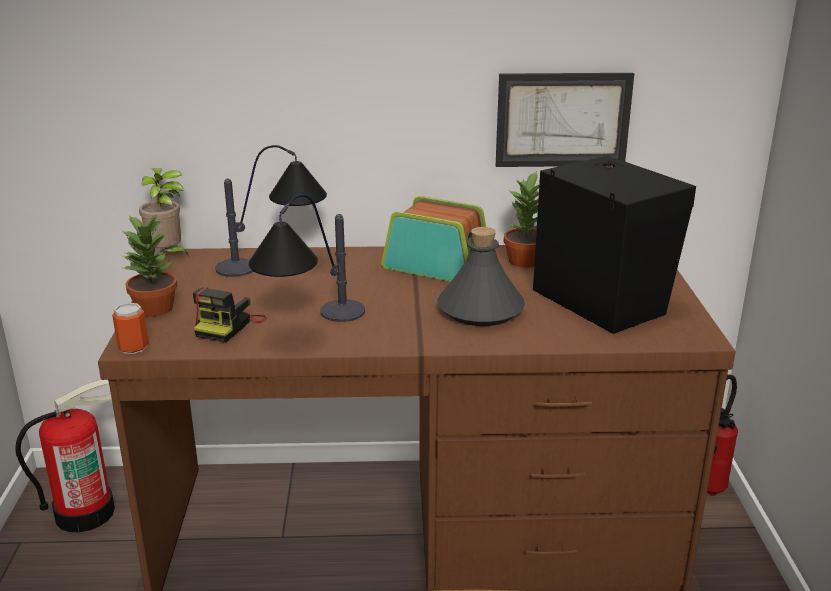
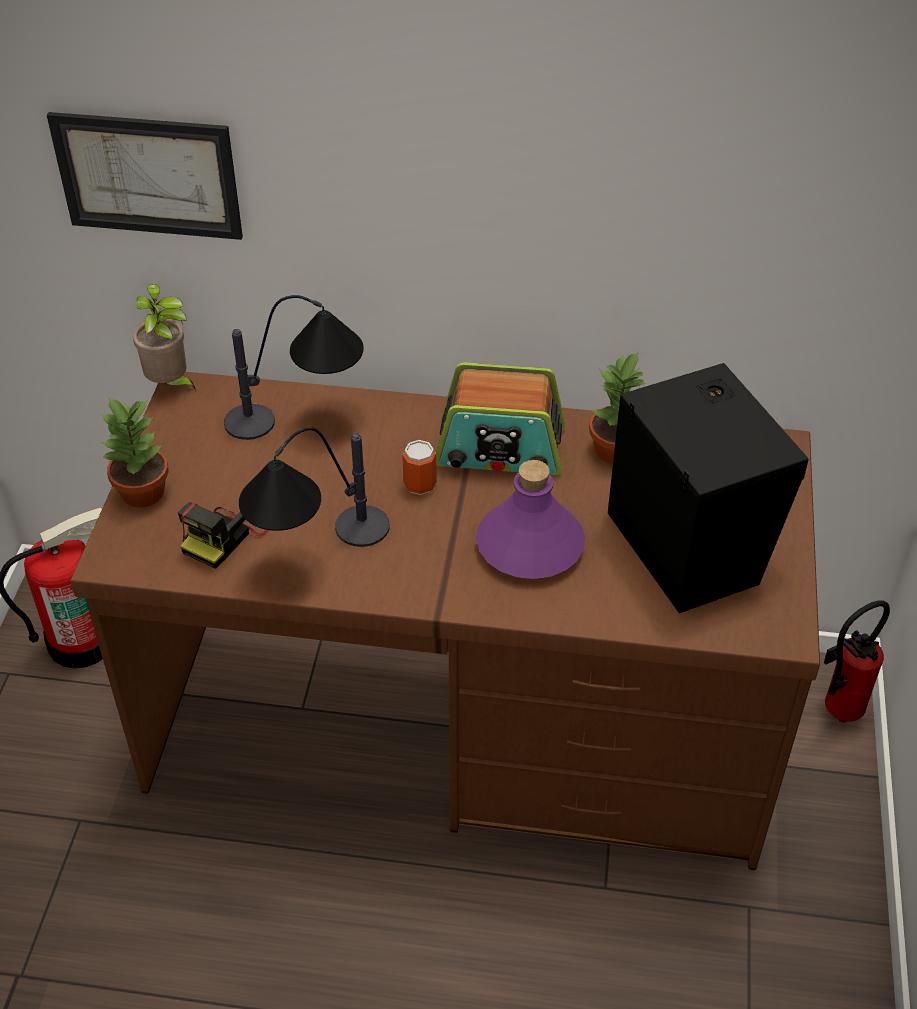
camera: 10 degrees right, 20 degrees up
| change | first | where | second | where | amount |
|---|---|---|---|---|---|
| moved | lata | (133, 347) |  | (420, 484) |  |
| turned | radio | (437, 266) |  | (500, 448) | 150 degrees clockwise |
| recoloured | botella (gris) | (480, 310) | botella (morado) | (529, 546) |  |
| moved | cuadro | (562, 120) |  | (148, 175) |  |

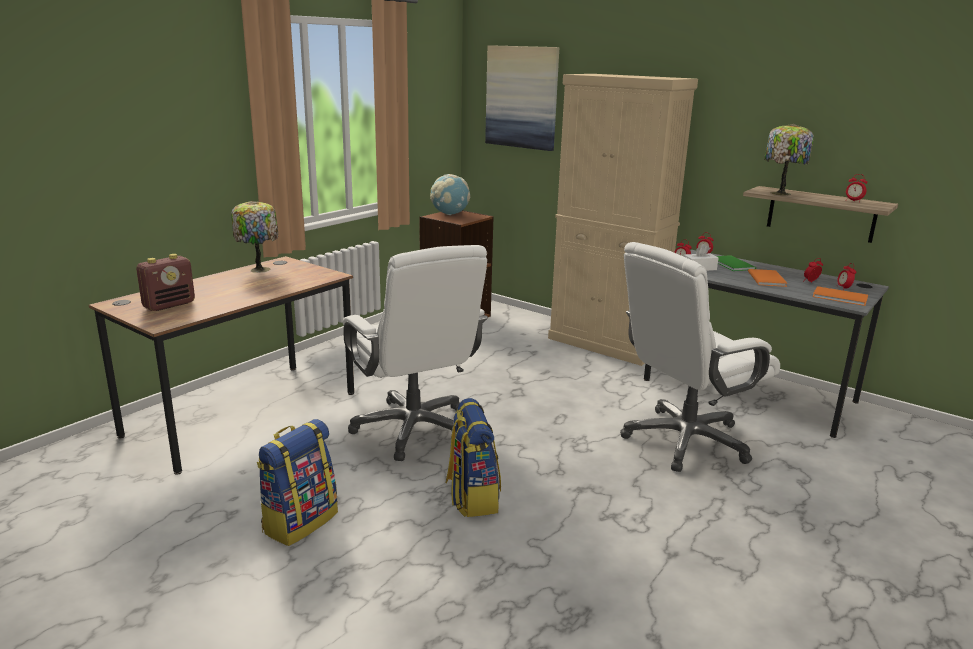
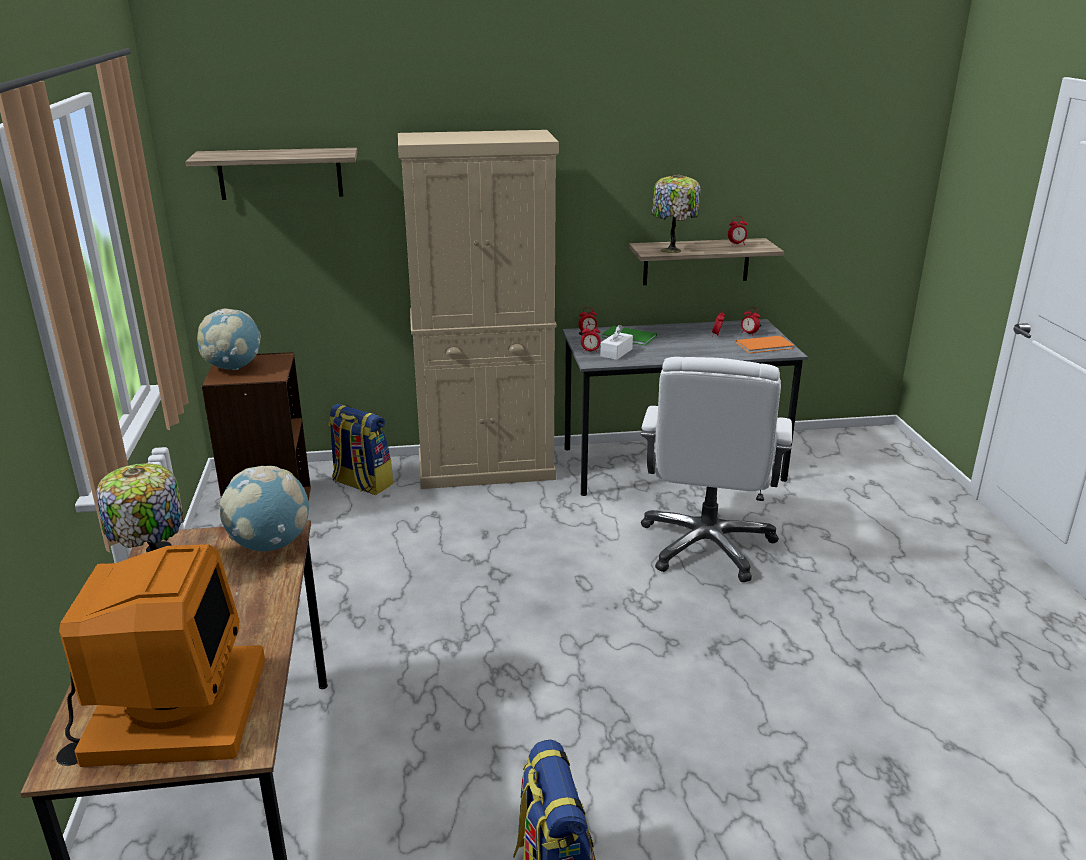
camera: 45 degrees left, 5 degrees up
| change | first | where | second | where | amount |
|---|---|---|---|---|---|
| replaced | radio | (169, 305) | monitor | (174, 708) |  |
| removed | silla de oficina (blanco) | (414, 429) |  |  |  |
| moved | mochila | (472, 497) |  | (361, 484) |  |
| replaced | cuadro | (522, 97) | estante | (280, 173) |  |
| removed | libro (naranja) | (767, 278) |  |  |  |
| added |  |  | globo terráqueo | (270, 544) |  |

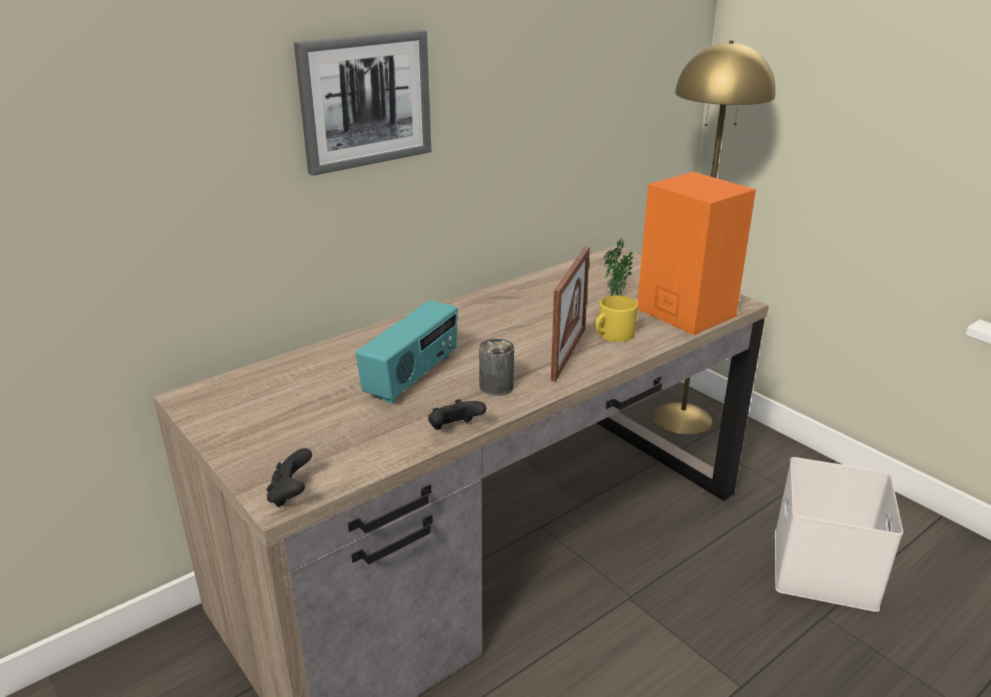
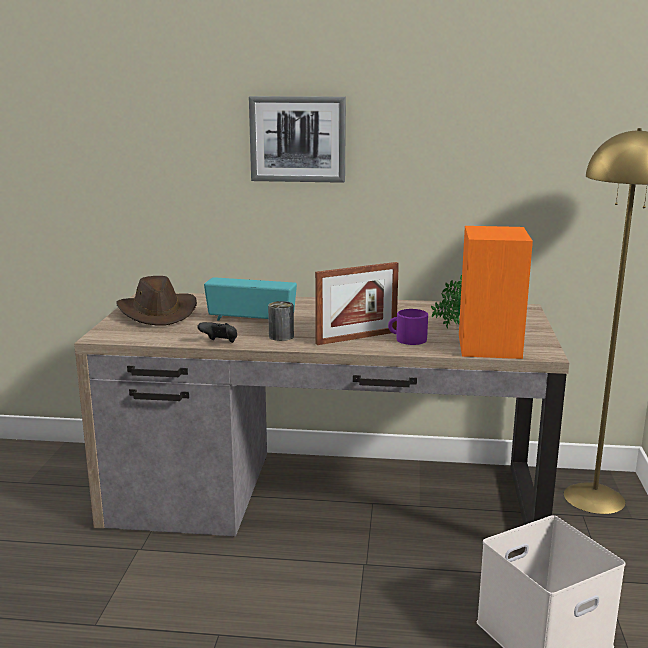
camera: 45 degrees right, 10 degrees down
| change | first | where | second | where | amount |
|---|---|---|---|---|---|
| removed | mando de consola (negro) | (291, 494) |  |  |  |
| turned | radio | (413, 377) |  | (251, 320) | 150 degrees counterclockwise |
| recoloured | taza grande (amarillo) | (612, 334) | taza grande (morado) | (407, 339) |  |
| added |  |  | sombrero (marrón) | (158, 313) |  |

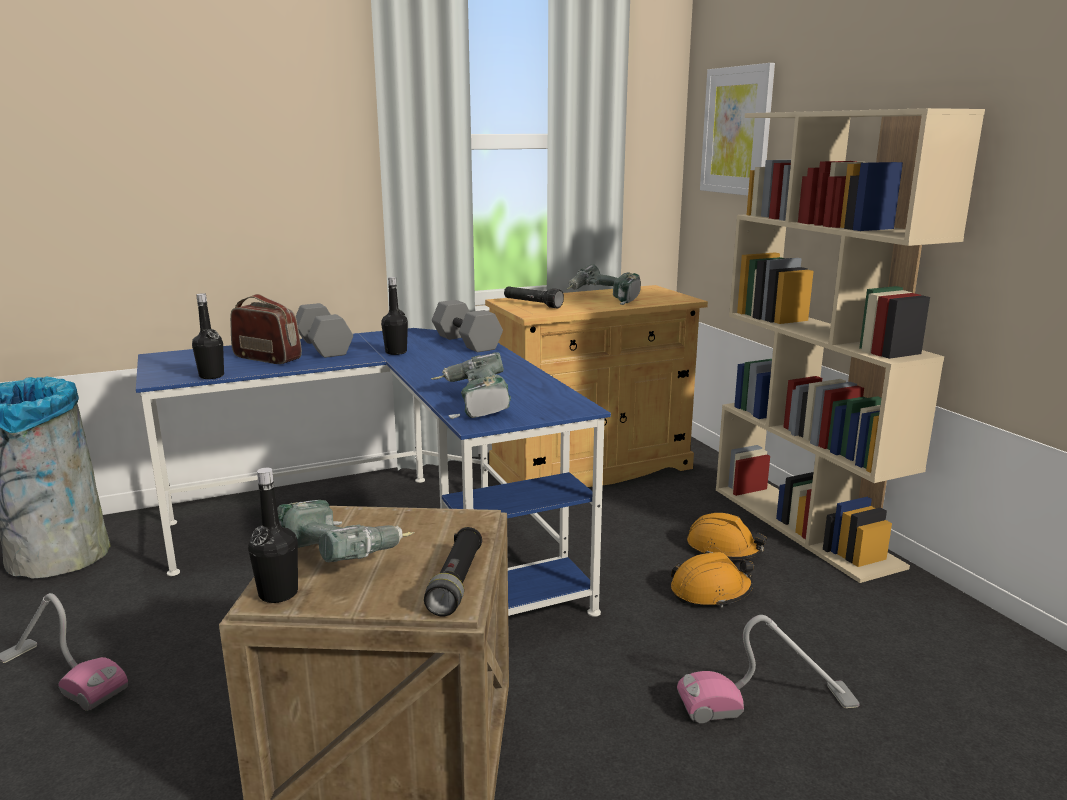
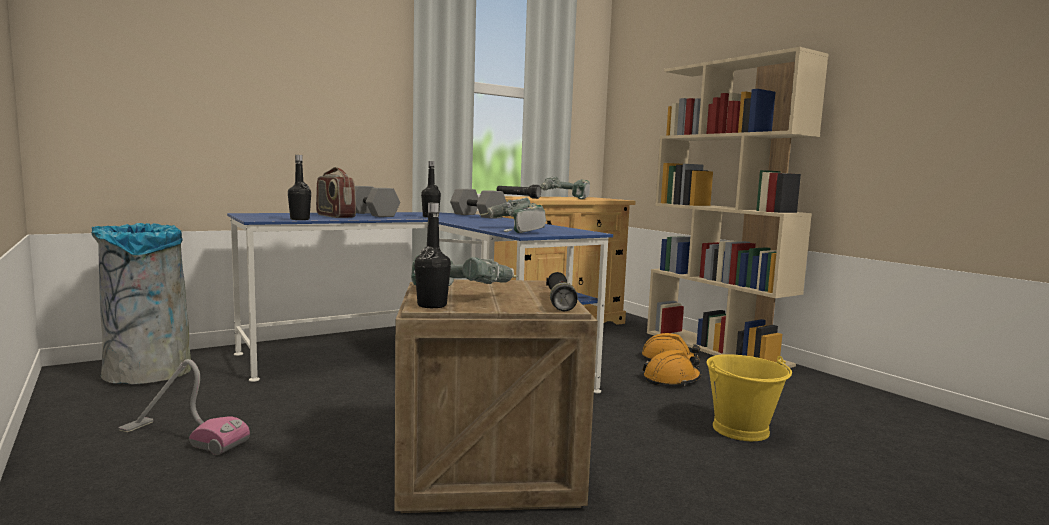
camera: 10 degrees left, 10 degrees down
| change | first | where | second | where | amount |
|---|---|---|---|---|---|
| turned | radio | (267, 358) |  | (335, 216) | 150 degrees counterclockwise |
| replaced | aspiradora | (767, 703) | cubo (amarillo) | (741, 429) |  |
| removed | cuadro | (737, 131) |  |  |  |

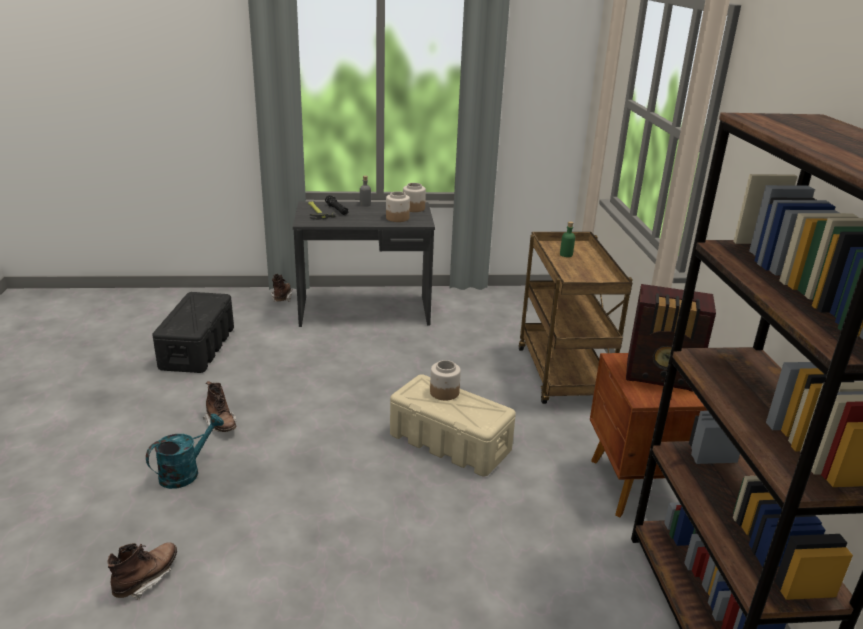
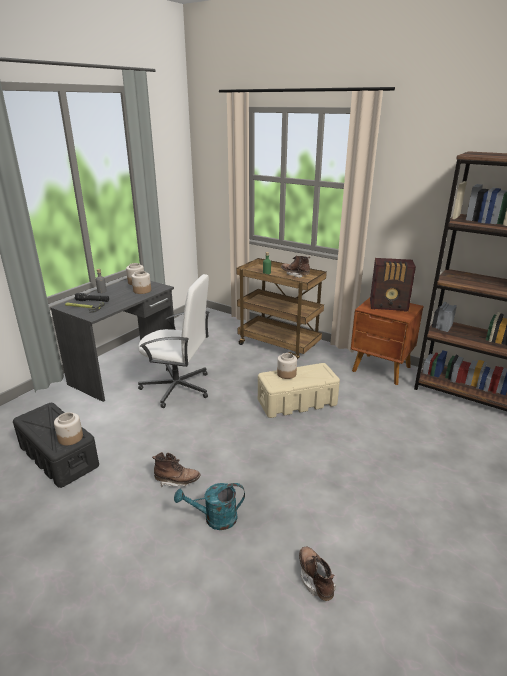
camera: 50 degrees left, 0 degrees up
| change | first | where | second | where | amount |
|---|---|---|---|---|---|
| turned | regadera (turquesa) | (185, 472) |  | (214, 519) | 90 degrees counterclockwise |
| moved | bota (marrón) | (282, 297) |  | (295, 274) |  |
| turned | radio | (662, 376) |  | (389, 306) | 45 degrees clockwise |
| added |  |  | tarro | (71, 437) |  |
| added |  |  | silla de oficina (blanco) | (178, 388) |  |

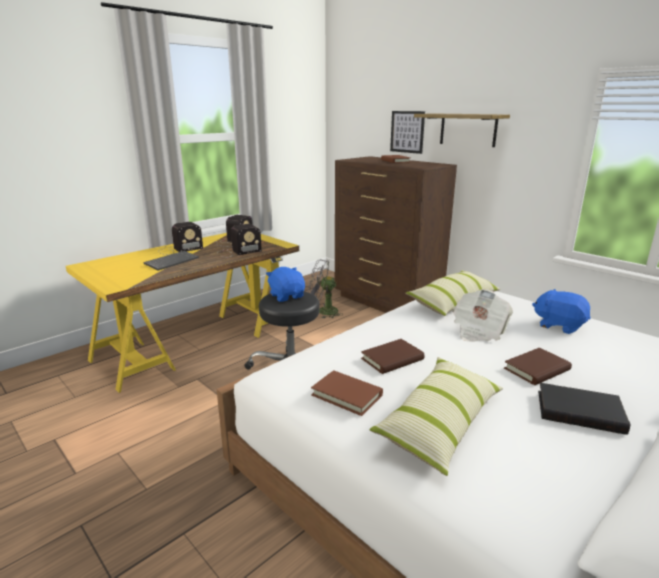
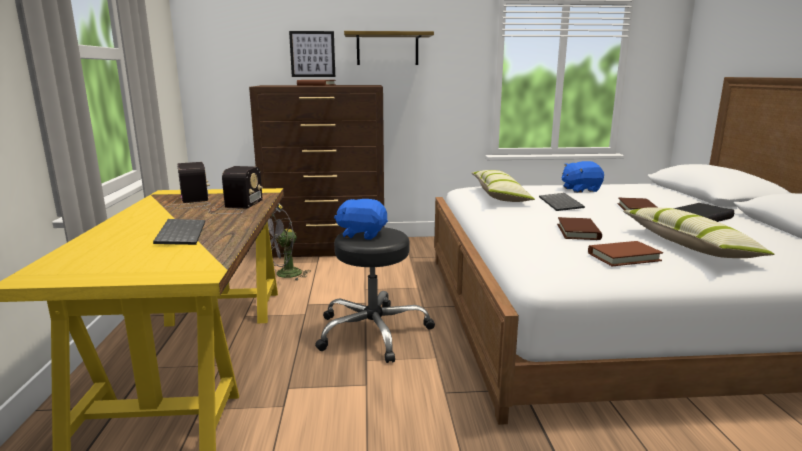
camera: 50 degrees left, 5 degrees down
| change | first | where | second | where | amount |
|---|---|---|---|---|---|
| removed | radio | (178, 249) |  |  |  |
| replaced | periódico | (478, 330) | teclado | (561, 203) |  |

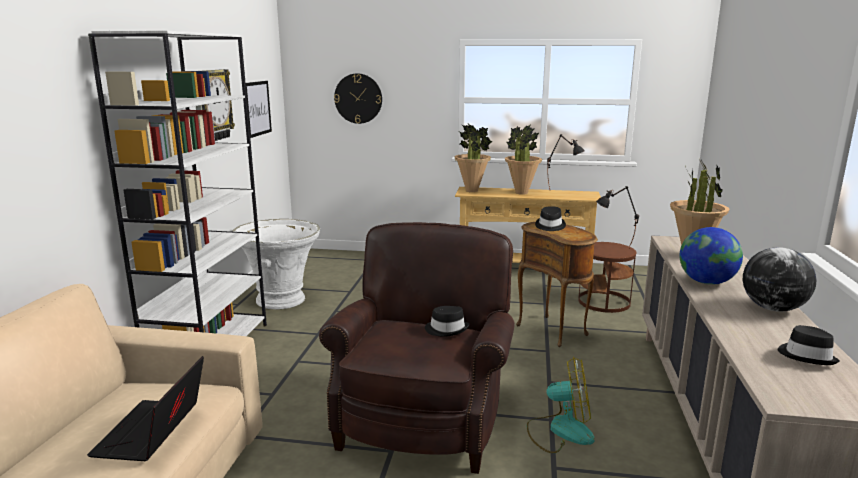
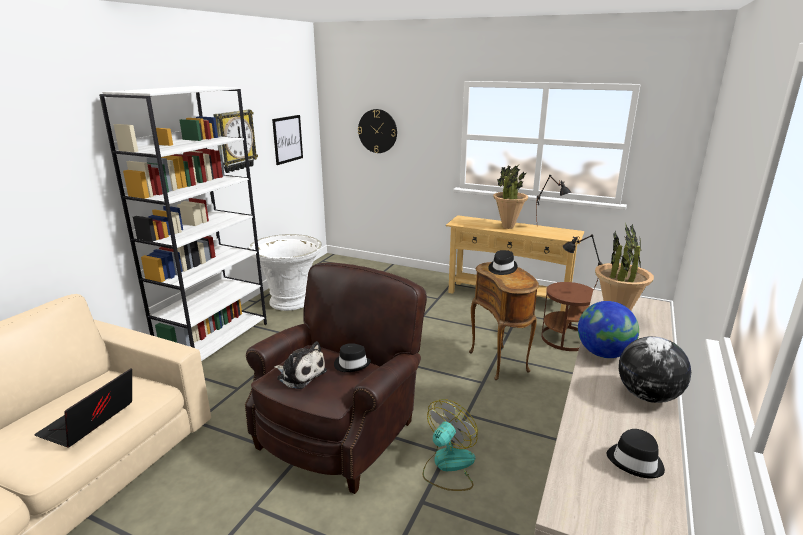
camera: 15 degrees right, 5 degrees up
| change | first | where | second | where | amount |
|---|---|---|---|---|---|
| removed | planta en maceta | (472, 191) |  |  |  |
| turned | ventilador | (560, 431) |  | (448, 466) | 75 degrees counterclockwise |
| added |  |  | peluche | (300, 374) |  |

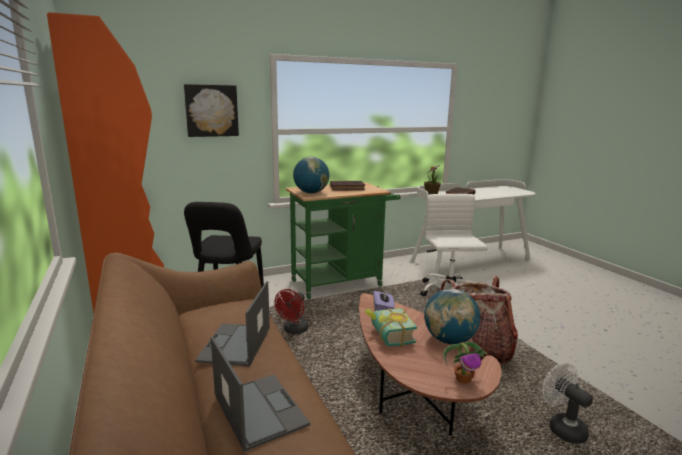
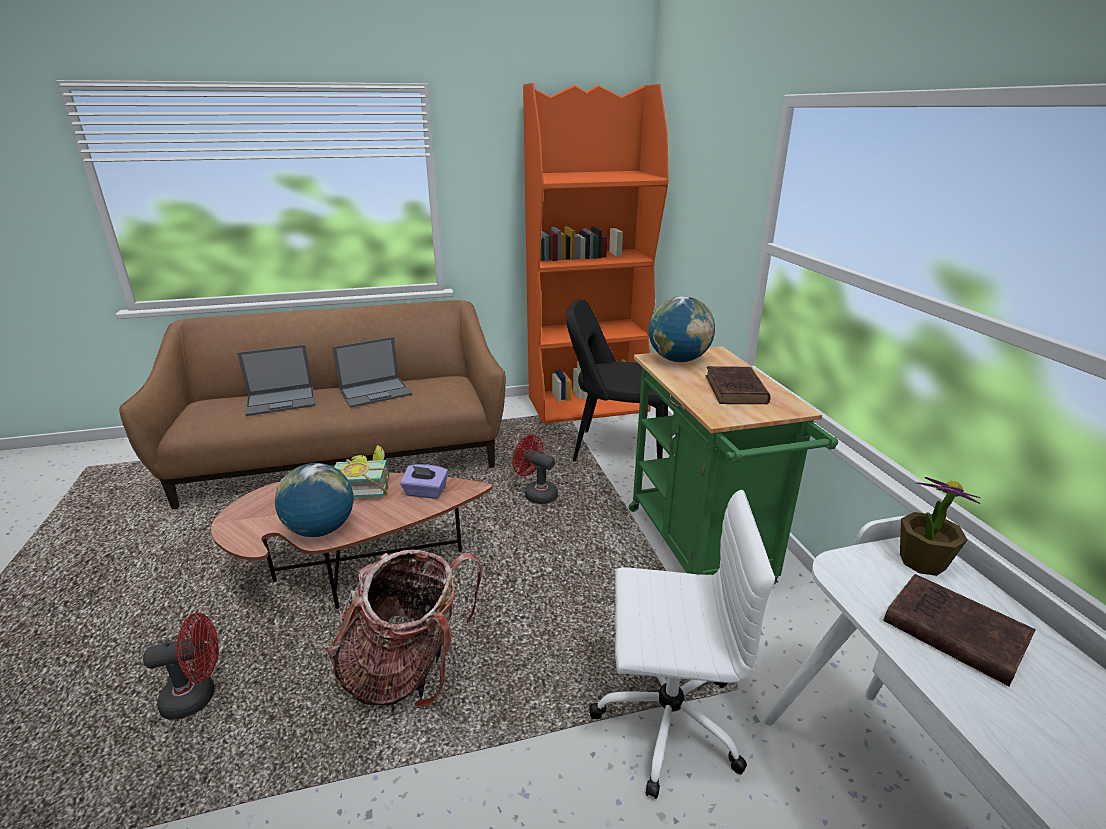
camera: 100 degrees right, 10 degrees up
| change | first | where | second | where | amount |
|---|---|---|---|---|---|
| removed | cuadro | (211, 110) |  |  |  |
| turned | portátil | (235, 345) |  | (376, 392) | 135 degrees clockwise |
| removed | planta en maceta | (464, 379) |  |  |  |
| recoloured | ventilador (blanco) | (562, 427) | ventilador (rojo) | (198, 696) |  |

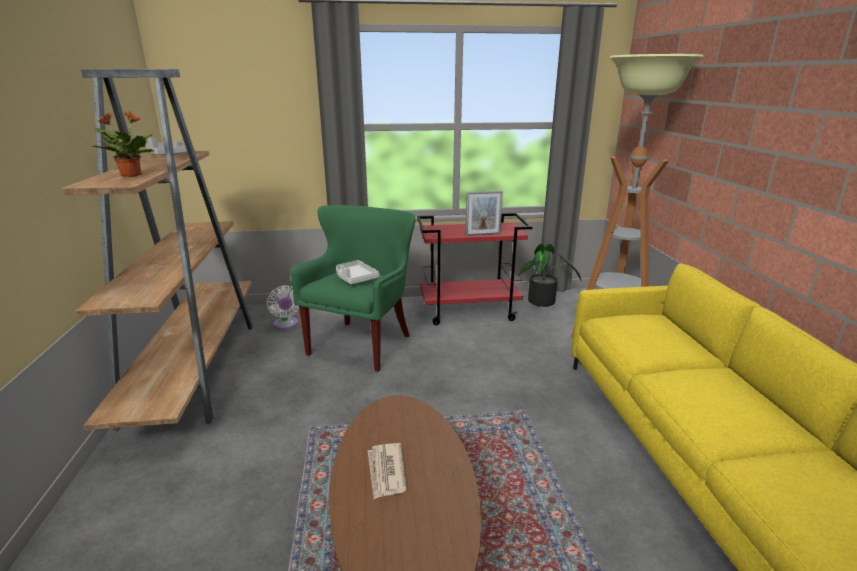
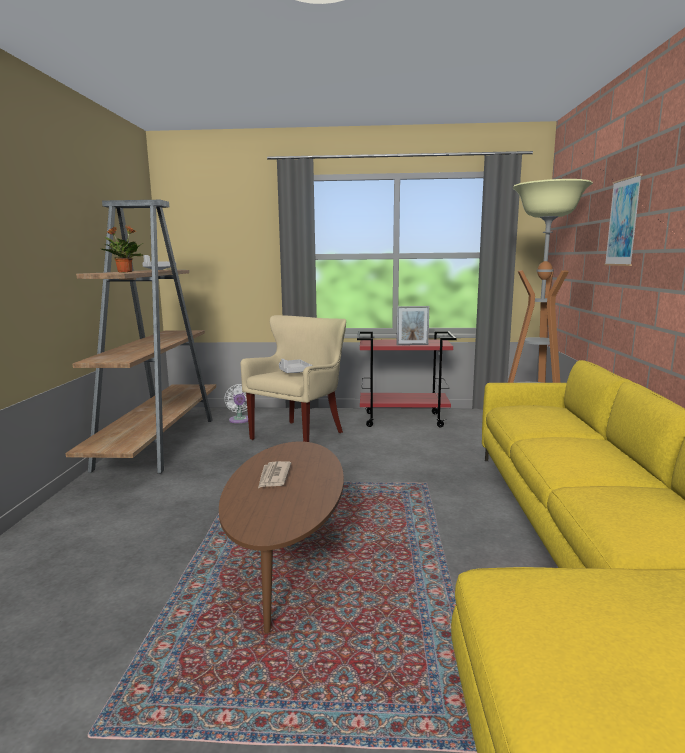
camera: 10 degrees right, 10 degrees down
| change | first | where | second | where | amount |
|---|---|---|---|---|---|
| recoloured | sillón (verde) | (362, 344) | sillón (beis) | (300, 435) |  |
| removed | planta en maceta | (544, 302) |  |  |  |
| added |  |  | cuadro | (623, 222) |  |

